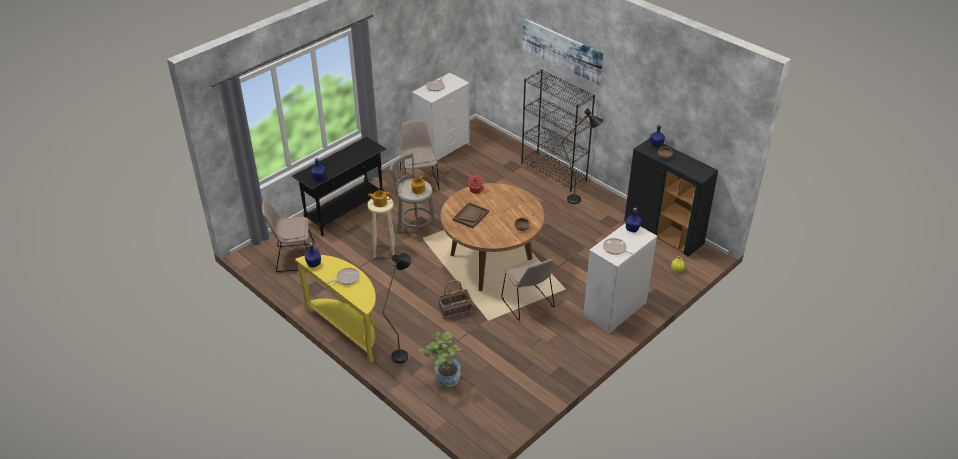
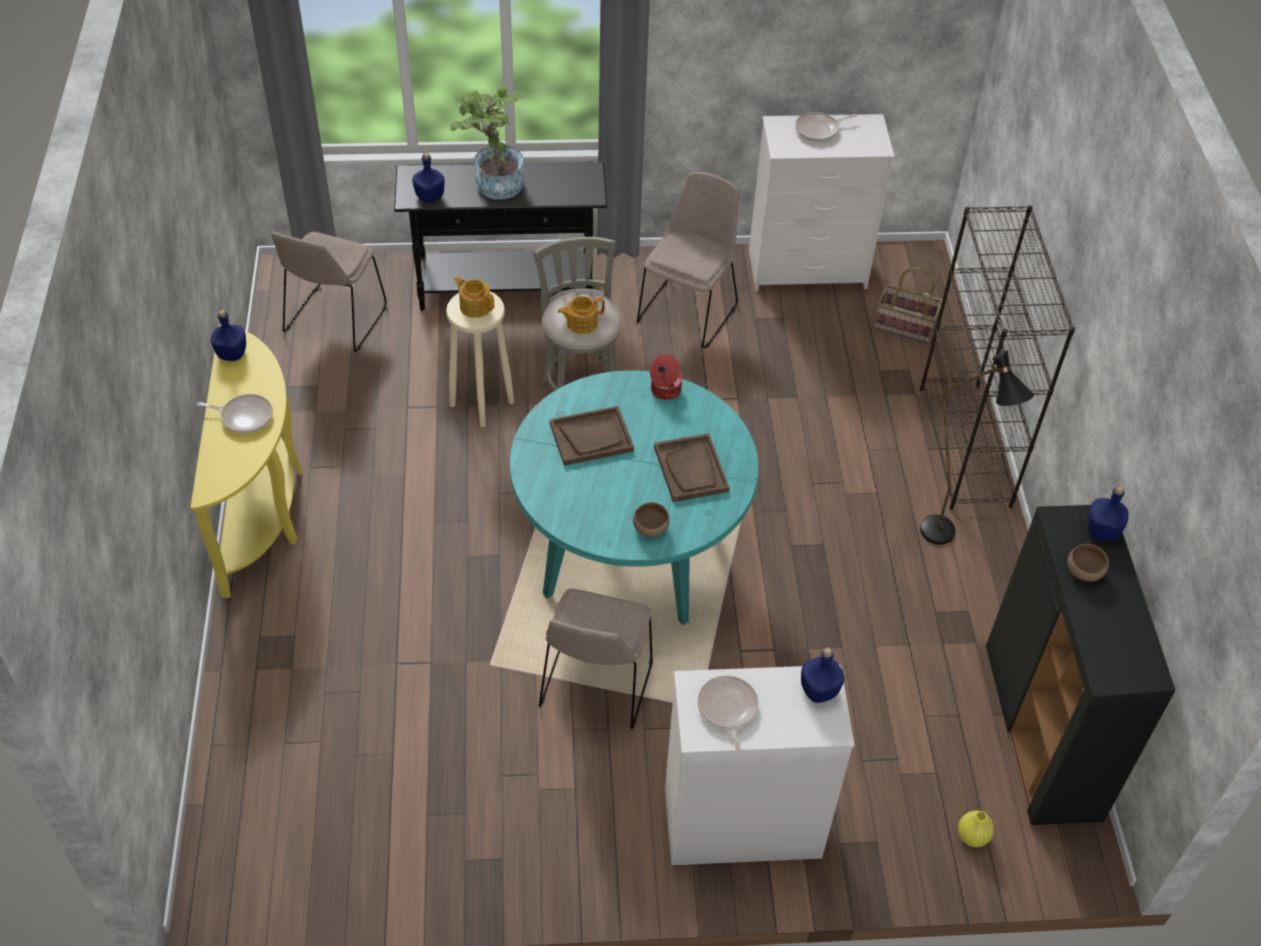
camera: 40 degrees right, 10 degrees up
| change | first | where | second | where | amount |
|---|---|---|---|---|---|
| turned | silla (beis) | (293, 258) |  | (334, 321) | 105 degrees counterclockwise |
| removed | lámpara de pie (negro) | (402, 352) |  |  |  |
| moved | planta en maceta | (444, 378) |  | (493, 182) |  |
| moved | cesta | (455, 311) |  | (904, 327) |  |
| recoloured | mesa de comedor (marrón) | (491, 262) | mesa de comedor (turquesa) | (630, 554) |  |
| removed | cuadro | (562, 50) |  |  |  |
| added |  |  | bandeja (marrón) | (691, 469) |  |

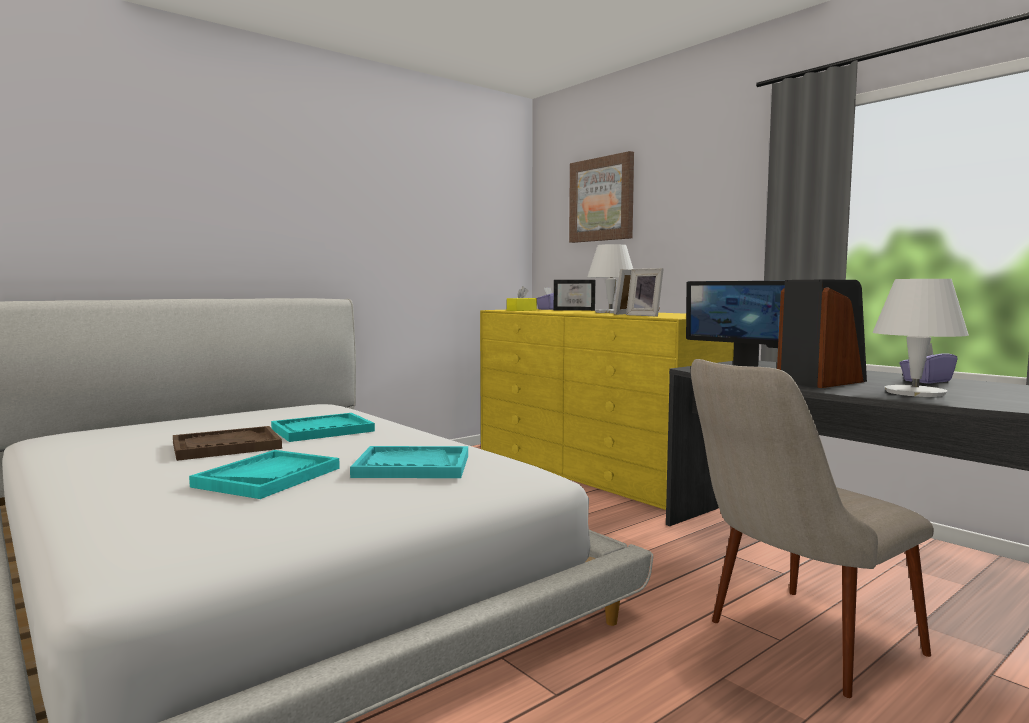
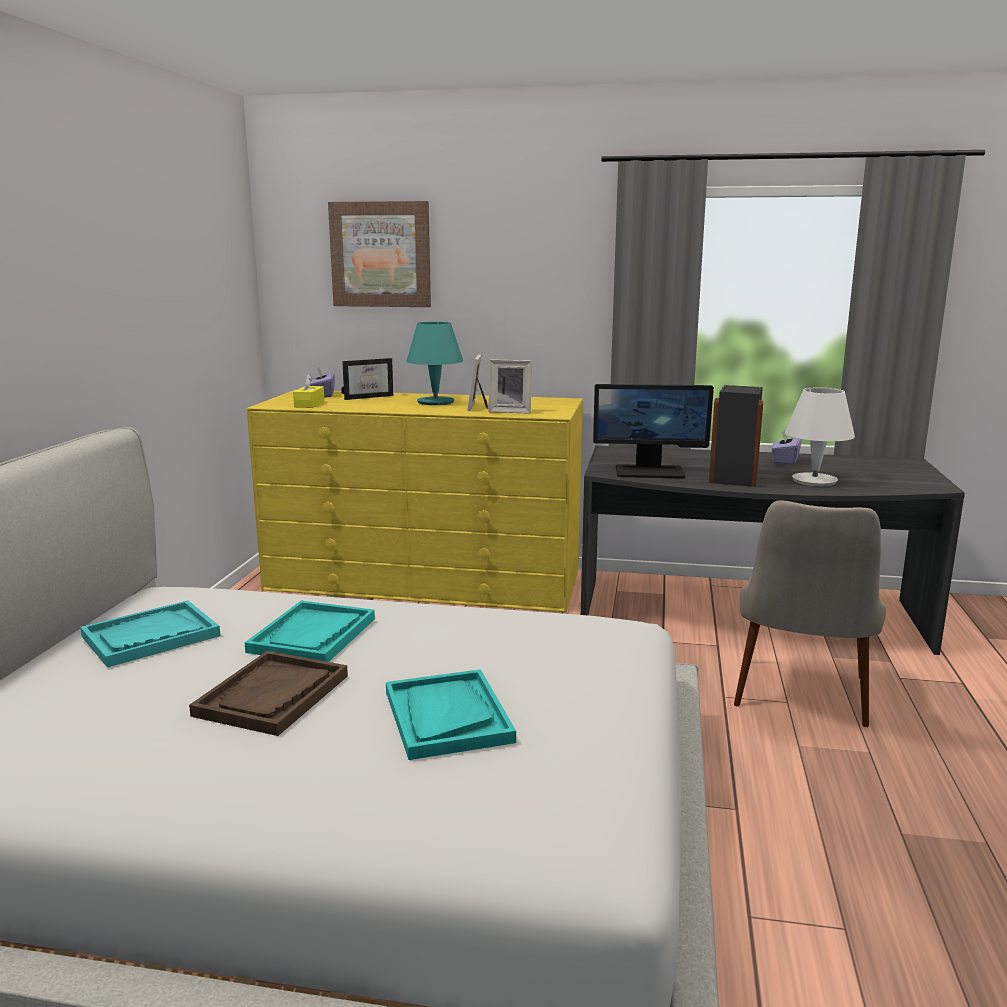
camera: 40 degrees left, 10 degrees up
| change | first | where | second | where | amount |
|---|---|---|---|---|---|
| moved | bandeja (turquesa) | (412, 466) |  | (150, 636) |  |
| recoloured | lámpara de mesa (blanco) | (610, 312) | lámpara de mesa (turquesa) | (435, 402) |  |

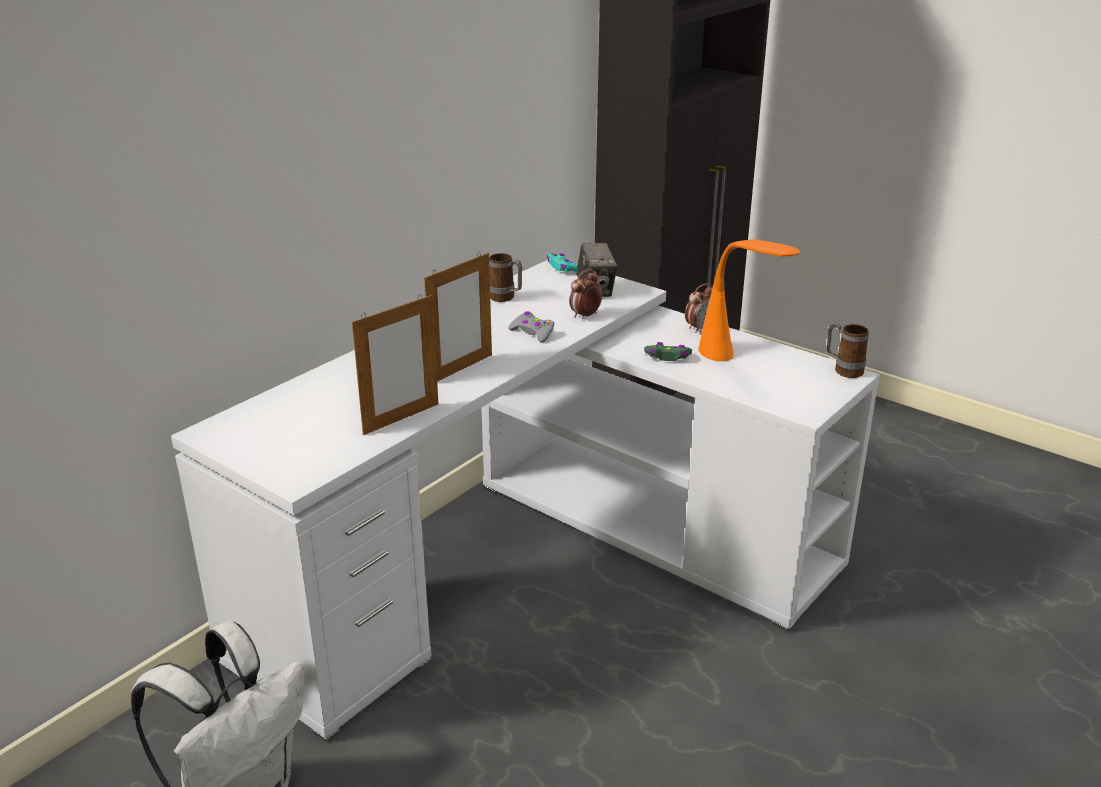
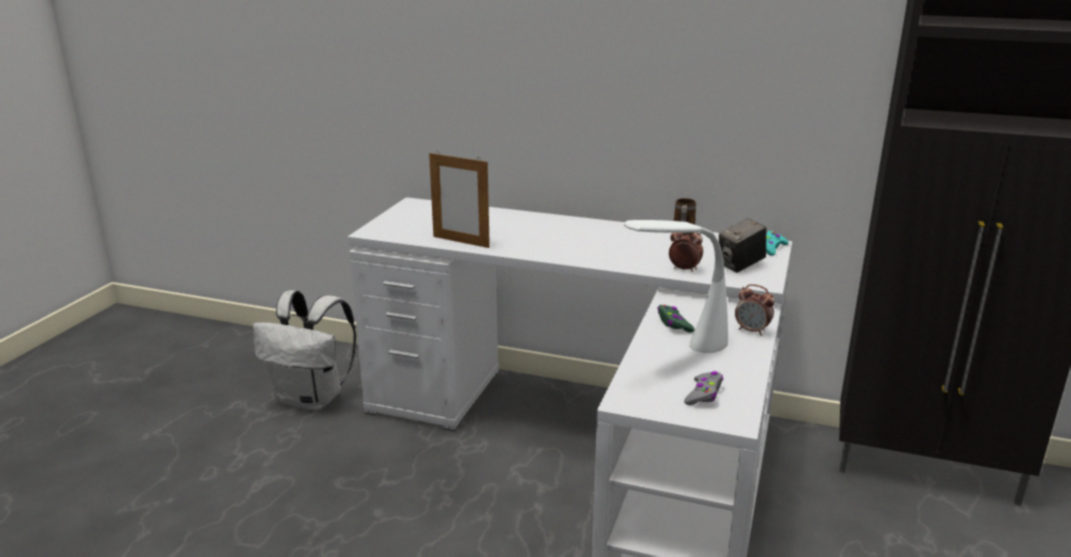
camera: 70 degrees right, 5 degrees down
| change | first | where | second | where | amount |
|---|---|---|---|---|---|
| removed | portarretratos | (461, 369) |  |  |  |
| moved | mando de consola (gris) | (533, 333) |  | (704, 394) |  |
| recoloured | lámpara de mesa (naranja) | (739, 373) | lámpara de mesa (blanco) | (674, 359) |  |
| removed | taza grande | (843, 370) |  |  |  |

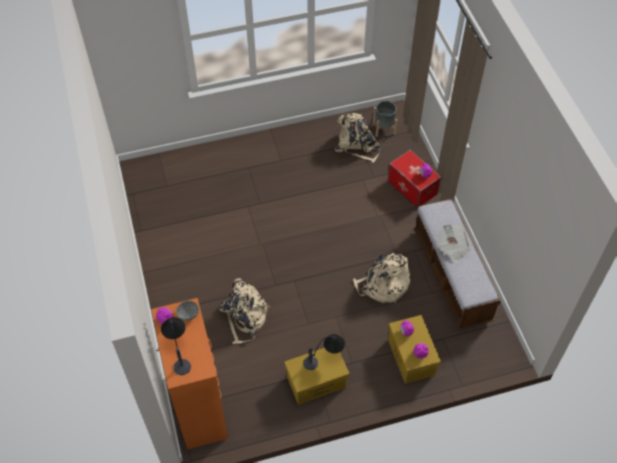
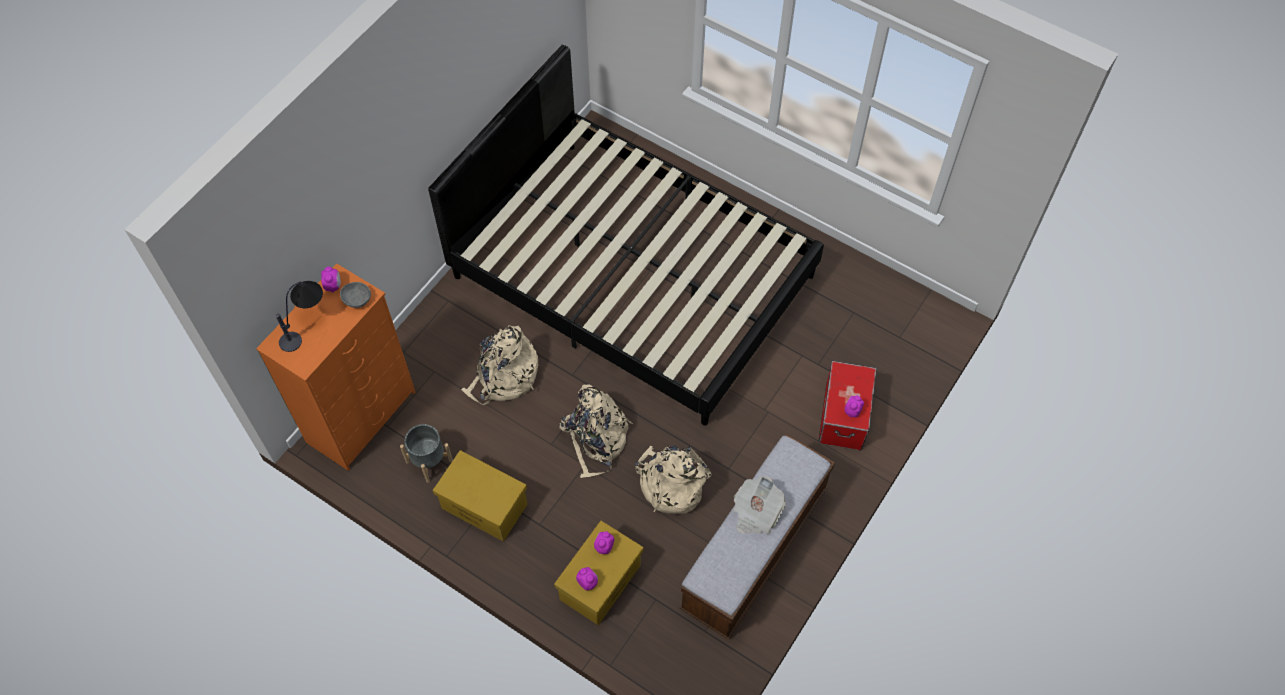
camera: 50 degrees right, 5 degrees up
| change | first | where | second | where | amount |
|---|---|---|---|---|---|
| removed | lámpara de mesa | (325, 358) |  |  |  |
| moved | mochila (beis) | (357, 145) |  | (596, 438) |  |
| moved | maceta (gris) | (384, 128) |  | (429, 461) |  |
| added |  |  | cama (negro) | (633, 275) |  |

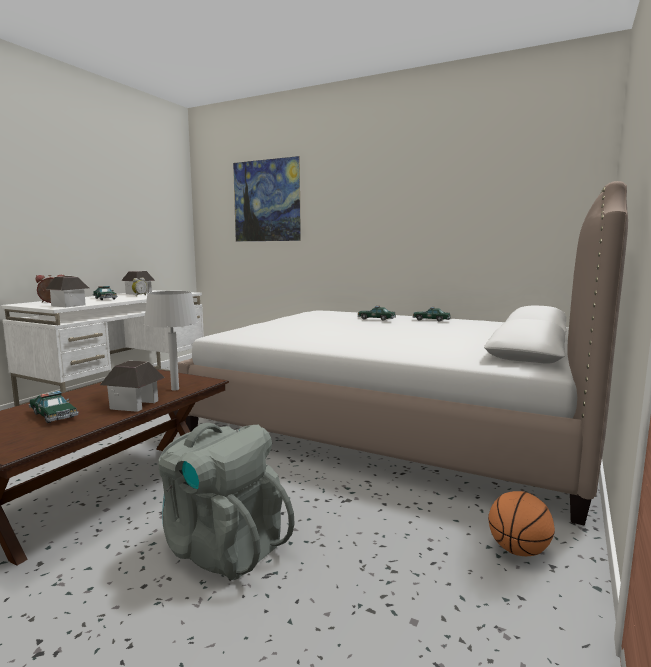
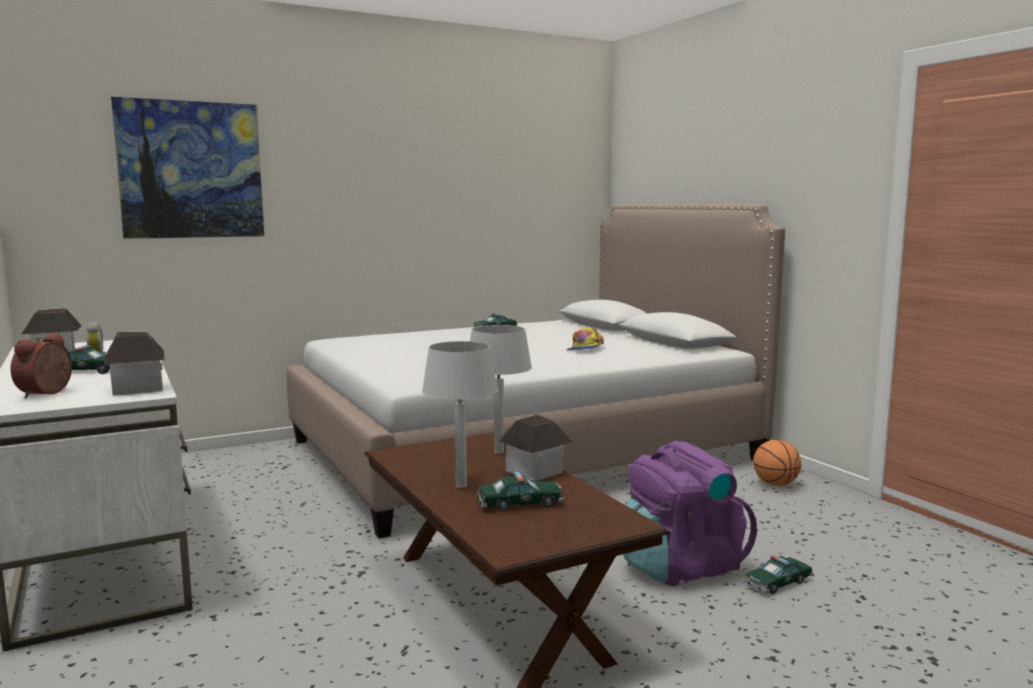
camera: 55 degrees left, 0 degrees up
| change | first | where | second | where | amount |
|---|---|---|---|---|---|
| recoloured | mochila (gris) | (222, 547) | mochila (morado) | (680, 567) |  |
| moved | coche de juguete | (376, 319) |  | (777, 583) |  |
| added |  |  | lámpara de mesa (gris) | (461, 486) |  |
| added |  |  | gorra | (585, 348) |  |

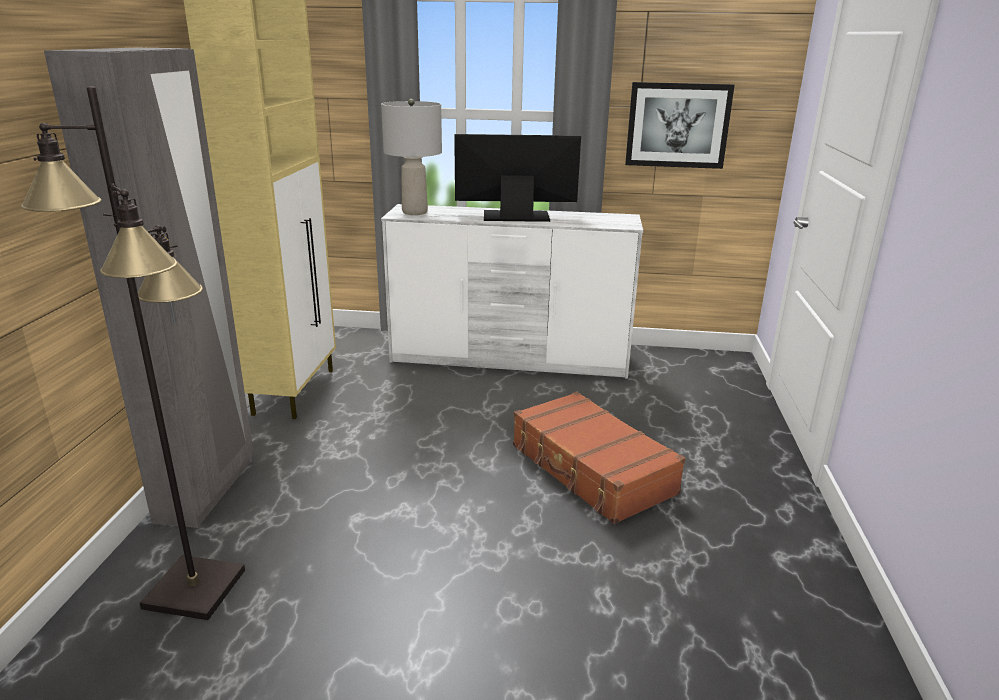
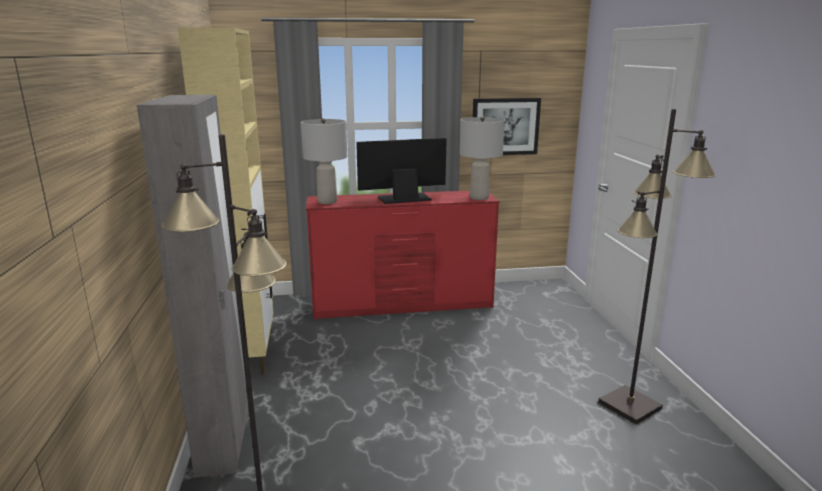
camera: 15 degrees left, 5 degrees down
| change | first | where | second | where | amount |
|---|---|---|---|---|---|
| recoloured | cómoda (blanco) | (510, 359) | cómoda (rojo) | (403, 305) |  |
| removed | maleta (marrón) | (591, 470) |  |  |  |
| added |  |  | lámpara de mesa (gris) | (479, 198) |  |
| added |  |  | lámpara de pie (negro) | (630, 406) |  |

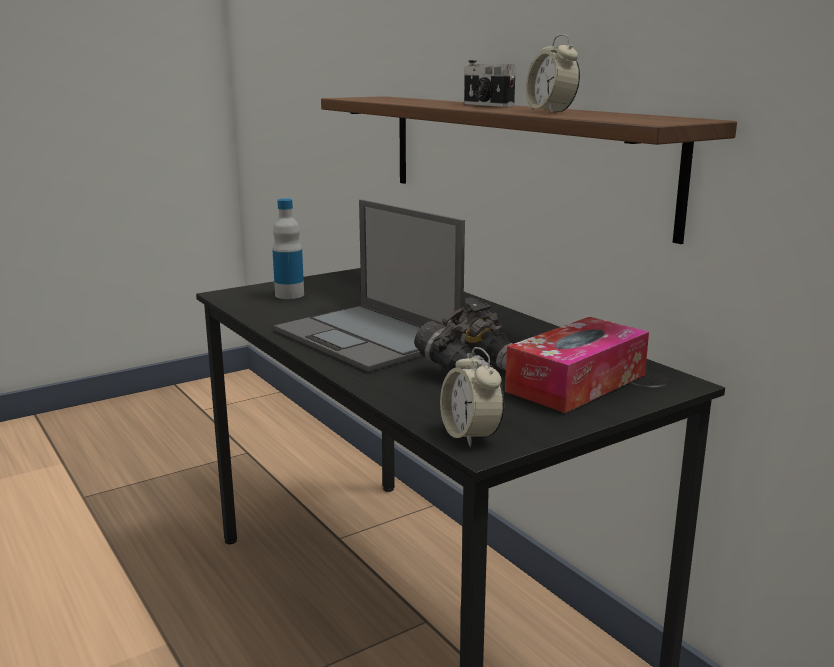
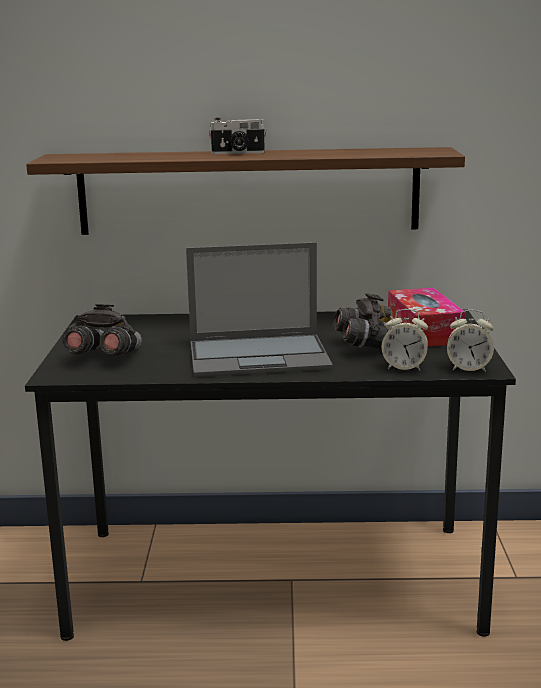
camera: 55 degrees left, 0 degrees up
| change | first | where | second | where | amount |
|---|---|---|---|---|---|
| replaced | botella | (289, 295) | prismáticos (gris) | (104, 357) |  |
| moved | despertador | (550, 112) |  | (404, 367) |  |

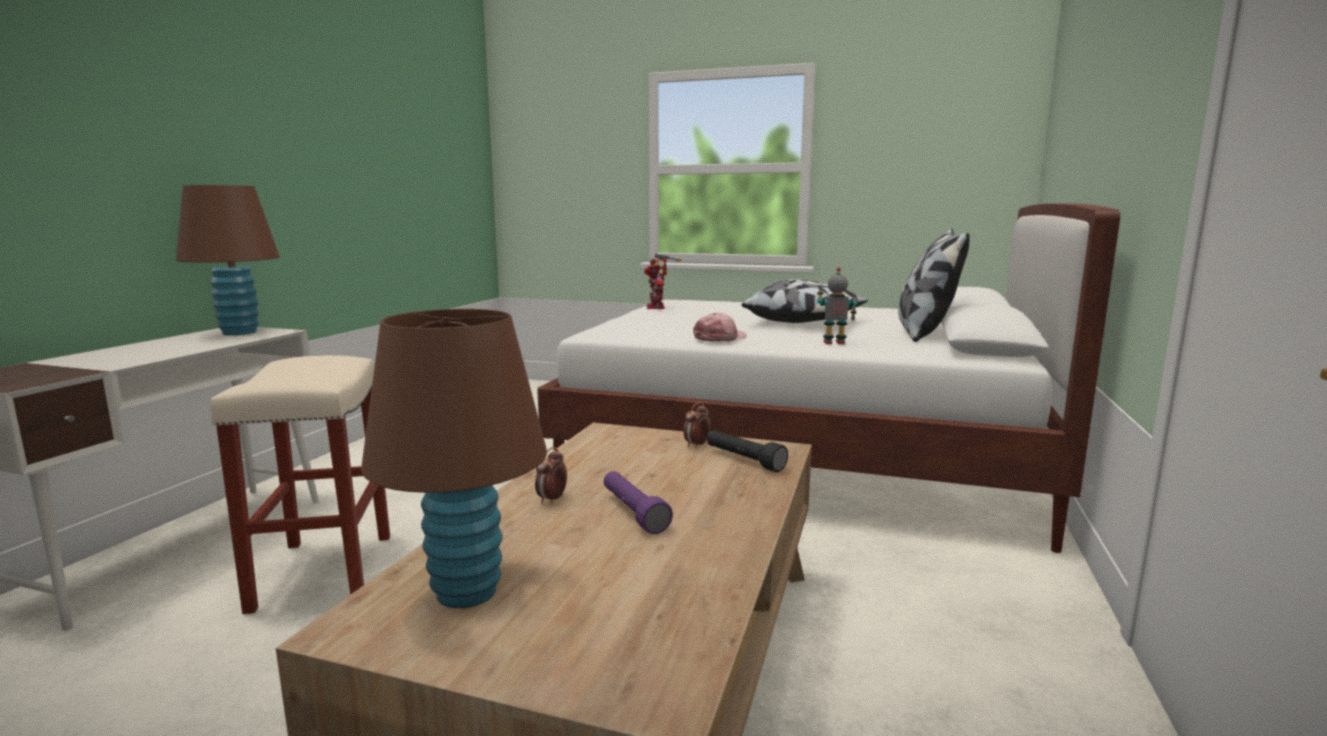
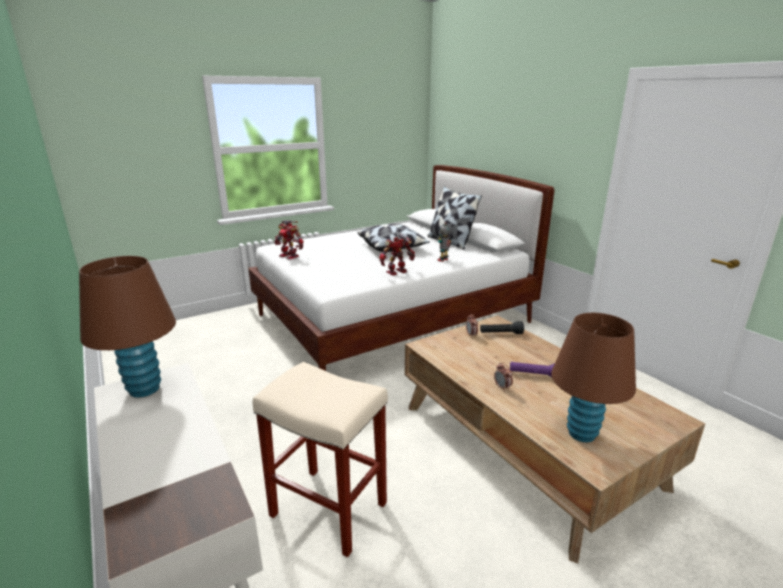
camera: 50 degrees left, 10 degrees up
| change | first | where | second | where | amount |
|---|---|---|---|---|---|
| replaced | gorra (rosa) | (720, 338) | robot de juguete | (397, 272) |  |

